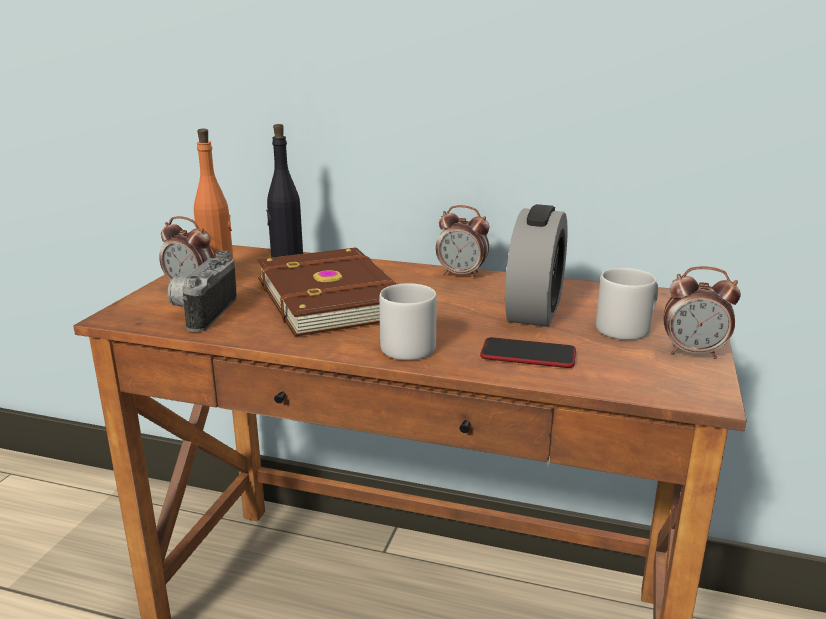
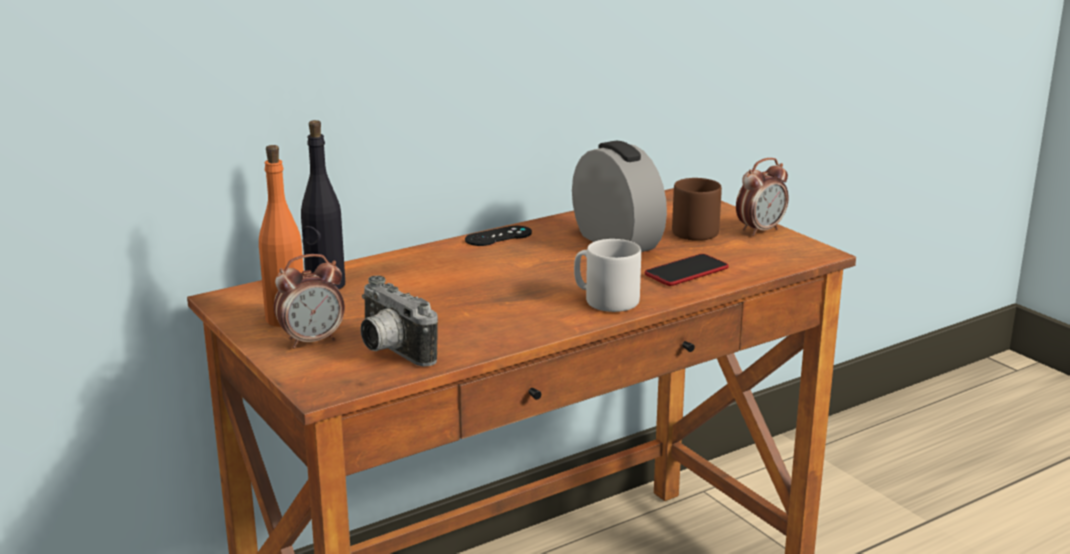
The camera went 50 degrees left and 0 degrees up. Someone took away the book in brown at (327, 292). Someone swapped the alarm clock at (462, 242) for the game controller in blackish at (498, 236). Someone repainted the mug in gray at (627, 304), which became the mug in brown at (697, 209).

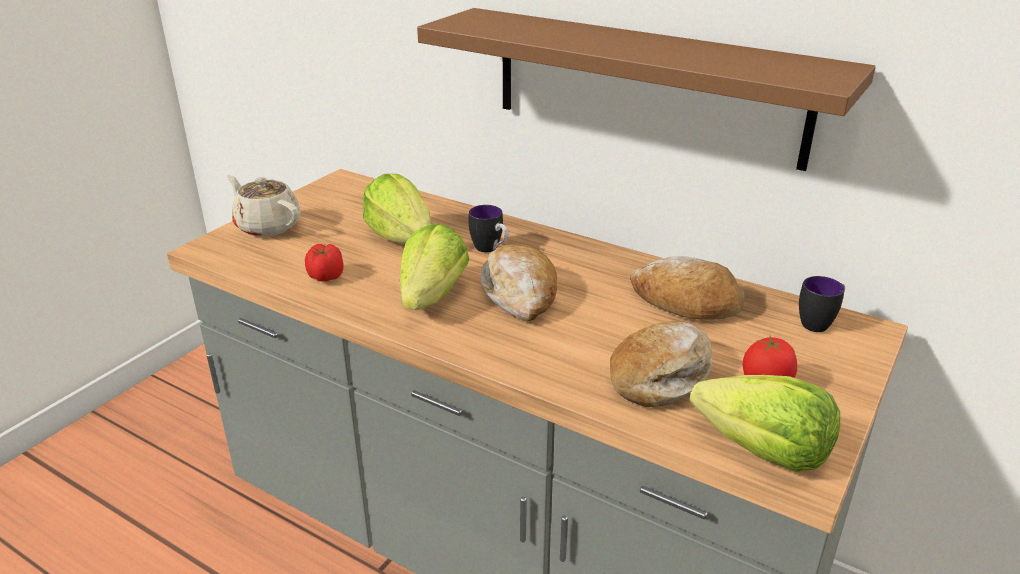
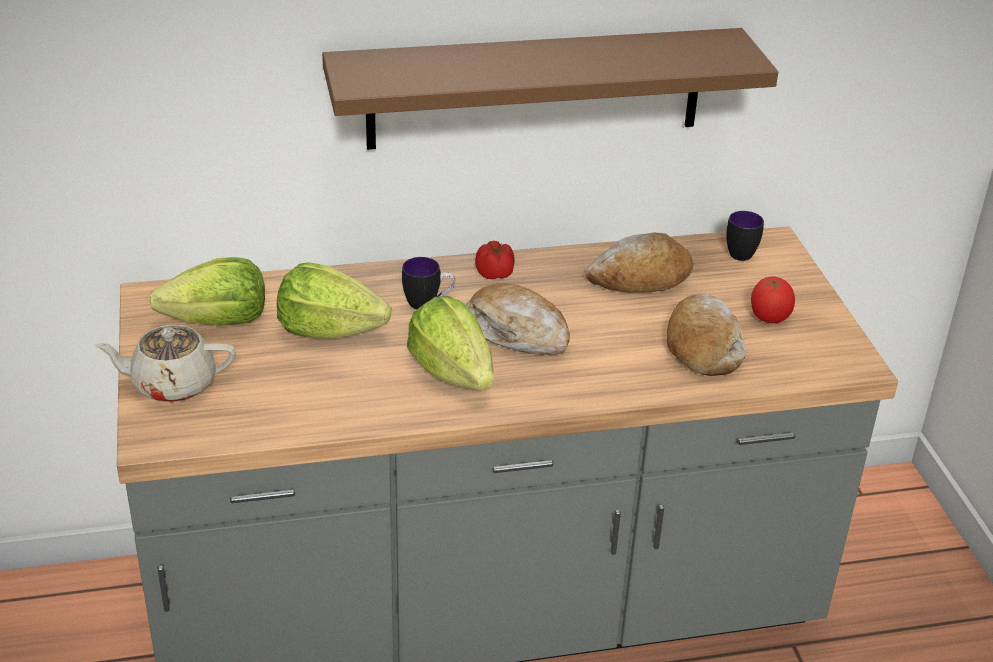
The camera went 45 degrees left and 5 degrees up. Someone carried the tomato from (324, 263) to (495, 260). Someone carried the lettuce from (764, 423) to (207, 291).

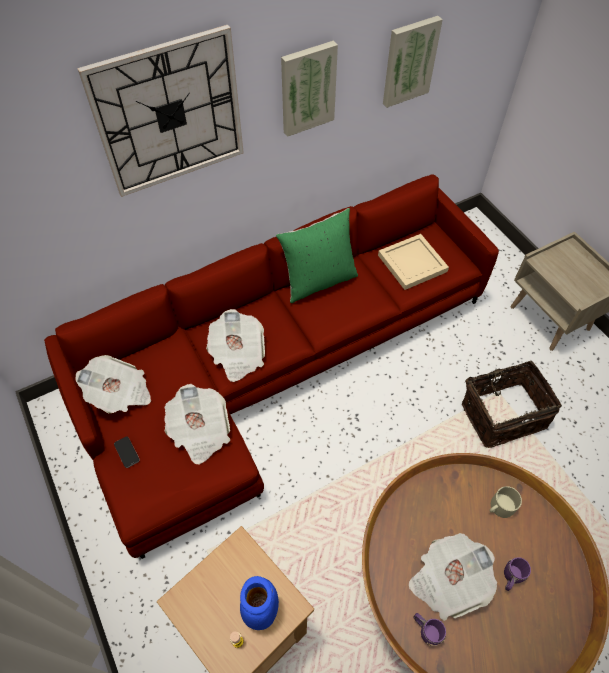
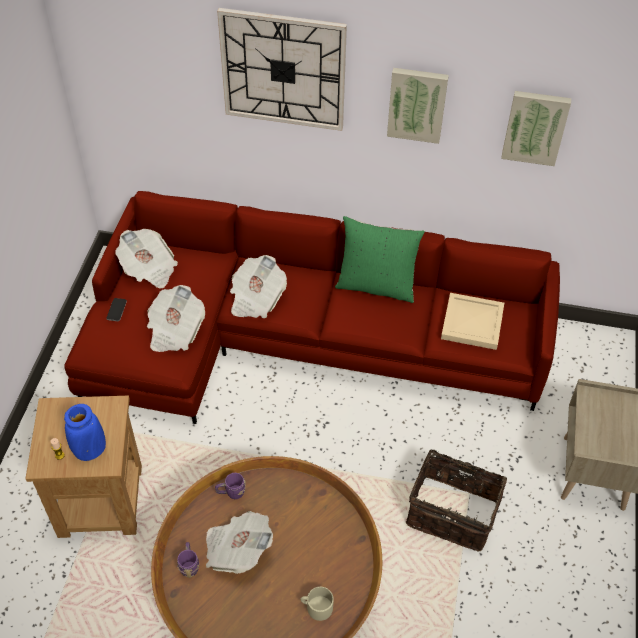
The camera went 40 degrees right and 5 degrees down. Someone carried the mug in sand-coloured from (505, 502) to (317, 604). Someone carried the mug in purple-coloured from (517, 574) to (230, 486).

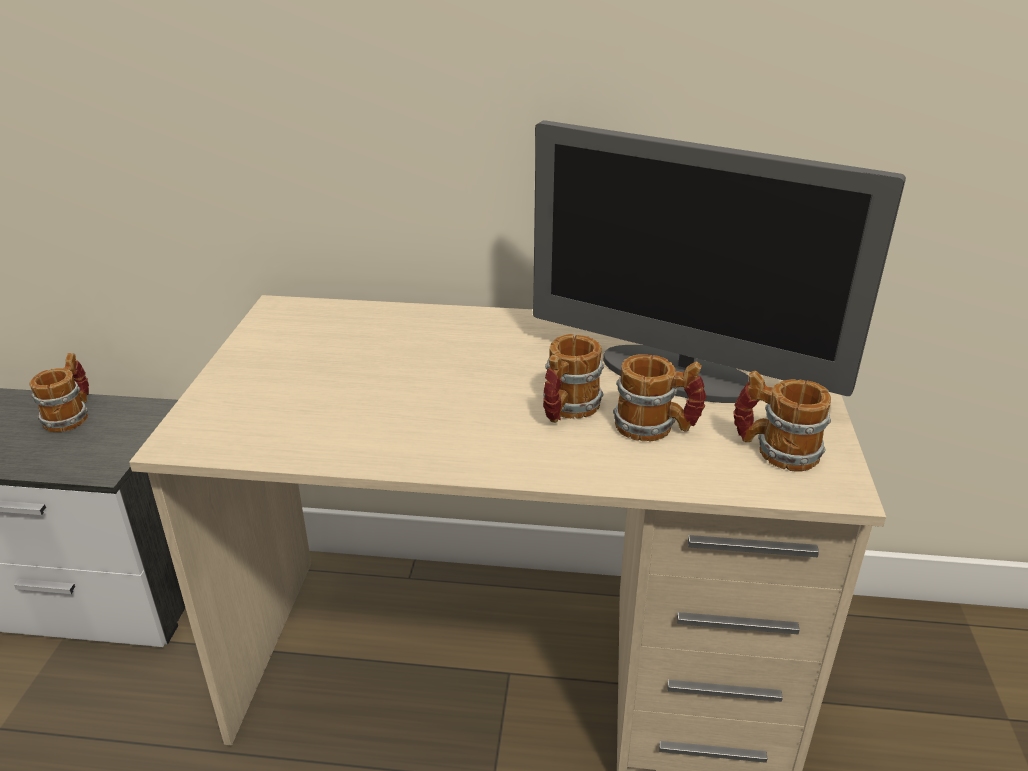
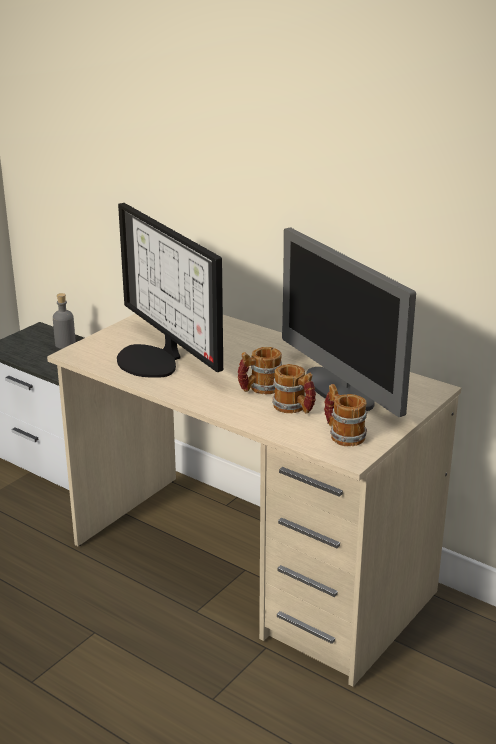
The camera went 30 degrees right and 5 degrees down. Someone swapped the mug at (59, 392) for the bottle in gray at (64, 321). Someone put down the computer display at (170, 290).

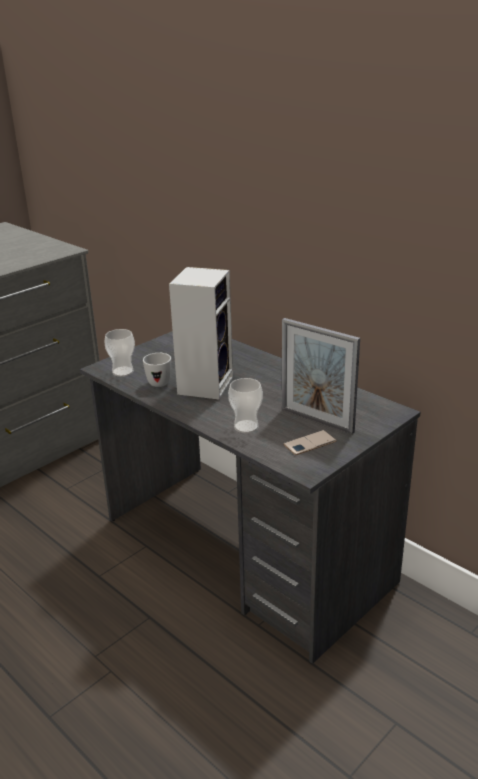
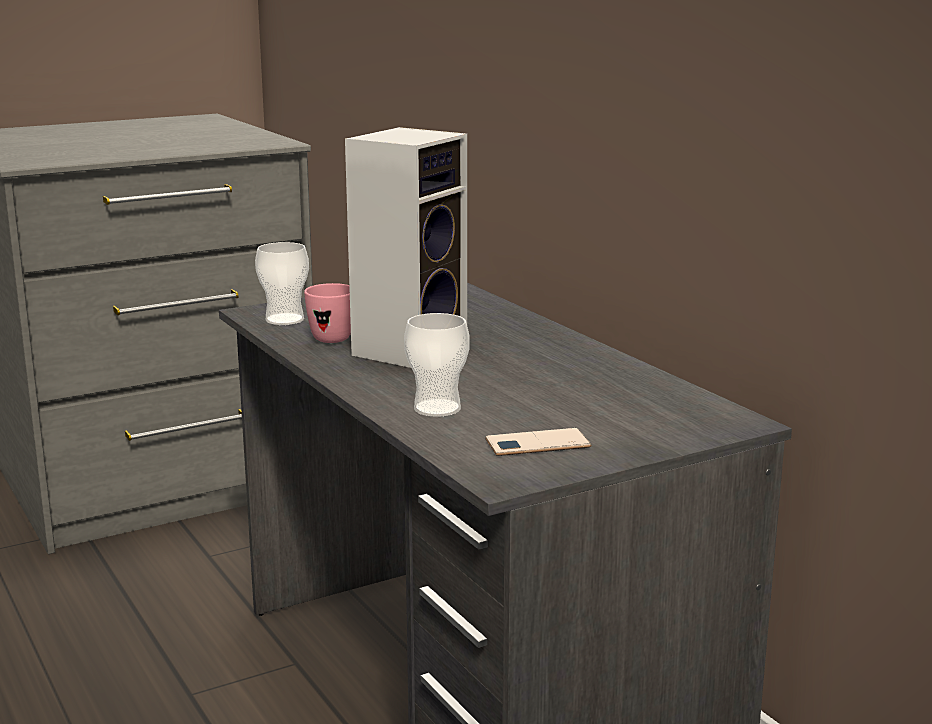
The camera went 15 degrees right and 10 degrees down. Someone repainted the mug in white at (157, 370), which became the mug in pink-coloured at (327, 313). Someone took away the picture frame at (321, 376).

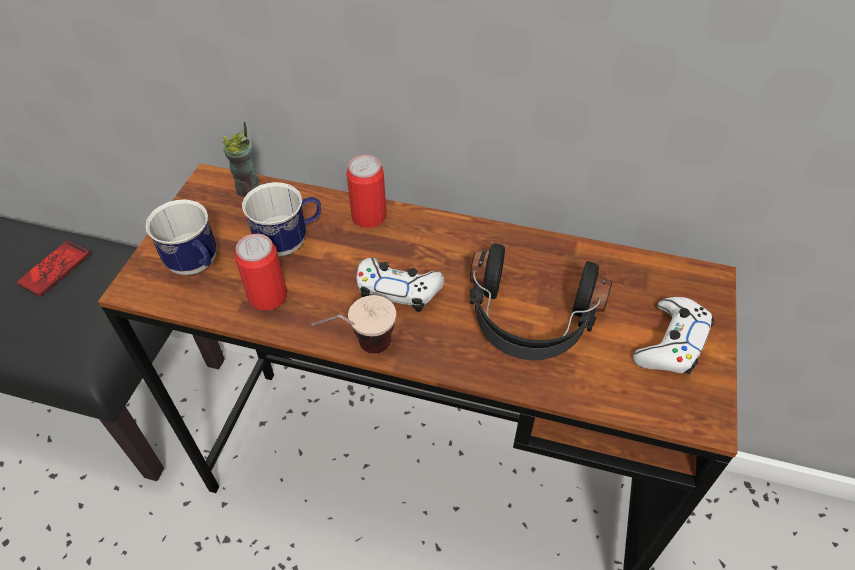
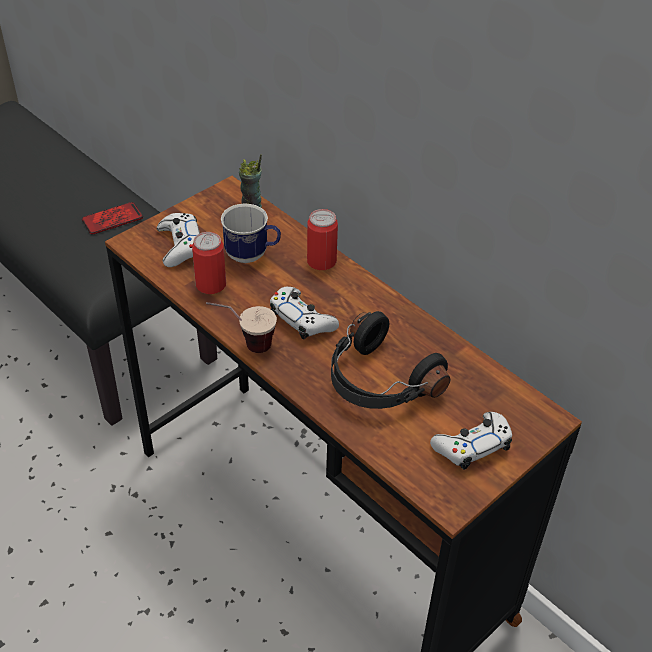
The camera went 30 degrees right and 5 degrees down. Someone swapped the mug at (181, 237) for the game controller in white at (178, 240).

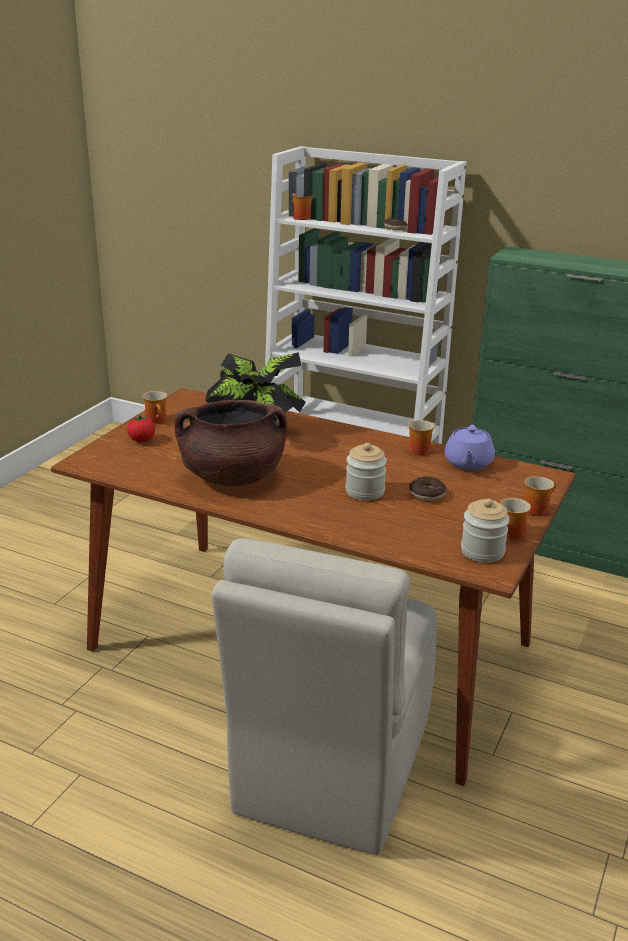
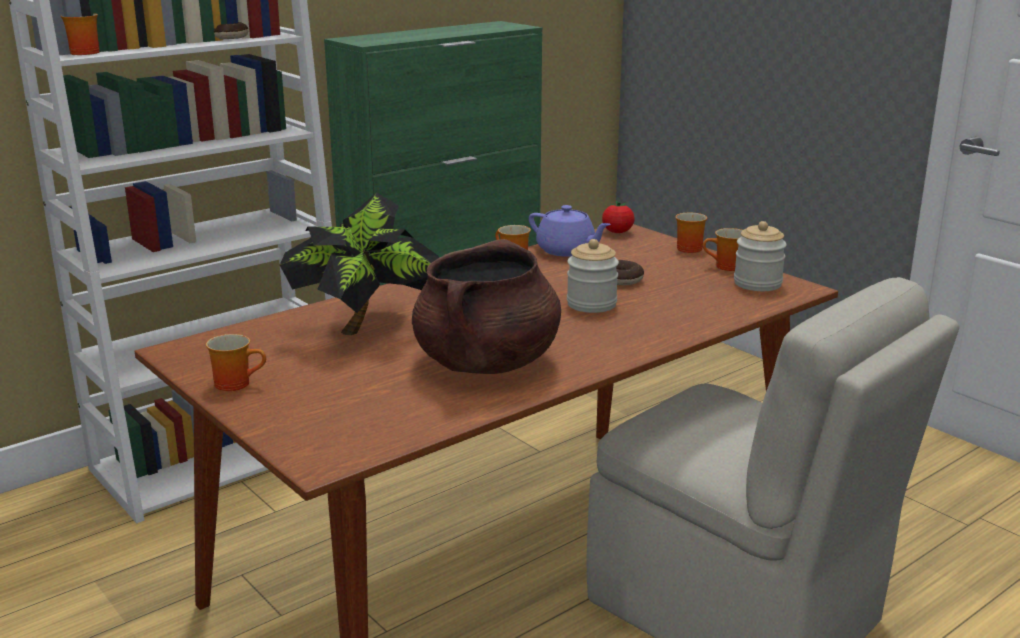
The camera went 65 degrees left and 5 degrees down. Someone carried the tomato from (141, 428) to (618, 217).

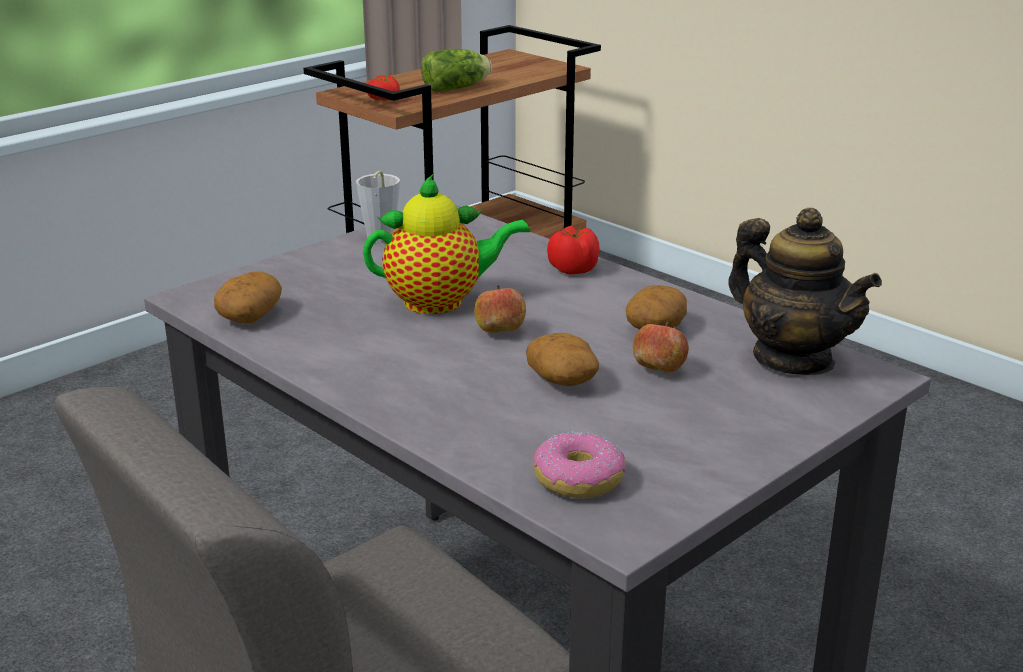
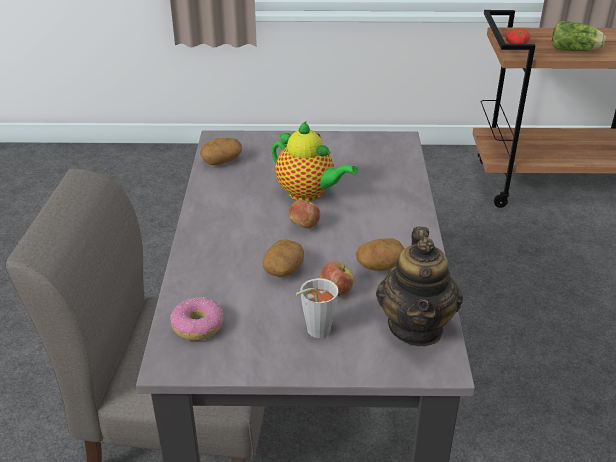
The camera went 45 degrees right and 10 degrees up. Someone carried the small cup in gray from (378, 206) to (317, 308). Someone took away the tomato at (573, 250).

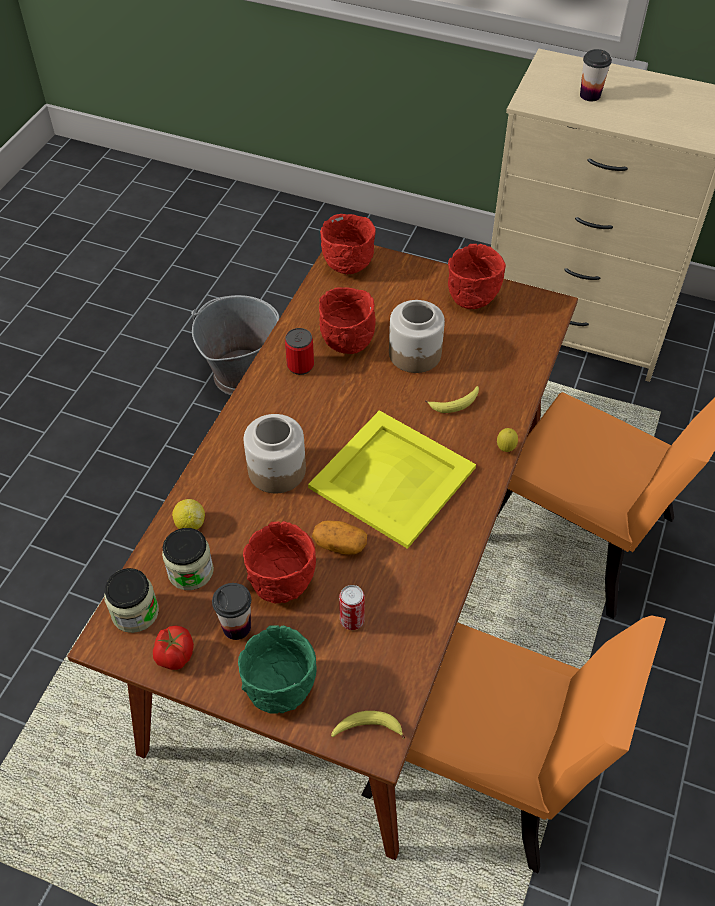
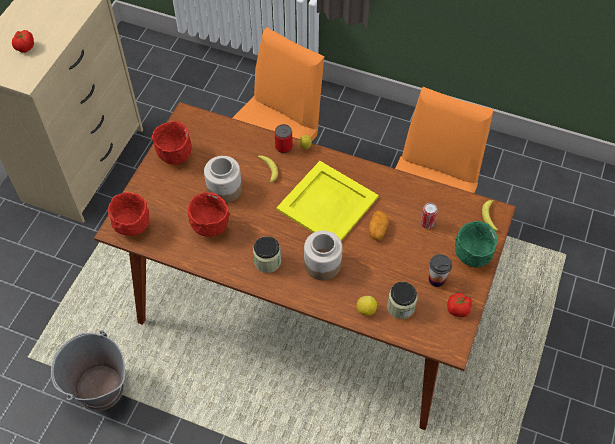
The camera went 90 degrees left and 5 degrees up. Someone carried the jar from (131, 600) to (267, 254). Someone took away the deep dish in red-coloured at (279, 562). Someone carried the can from (299, 351) to (284, 138). Someone swapped the small cup at (596, 75) for the tomato at (23, 41).

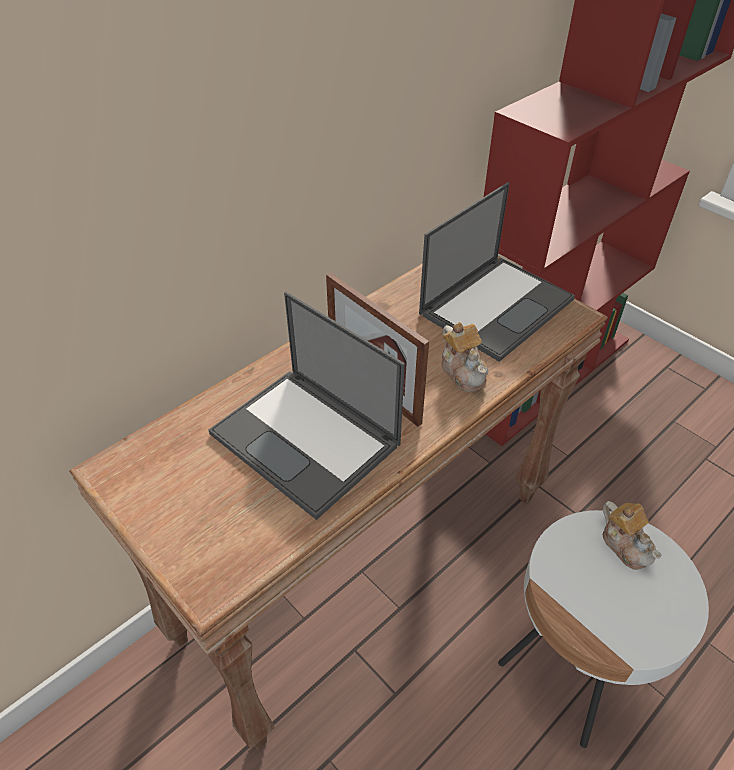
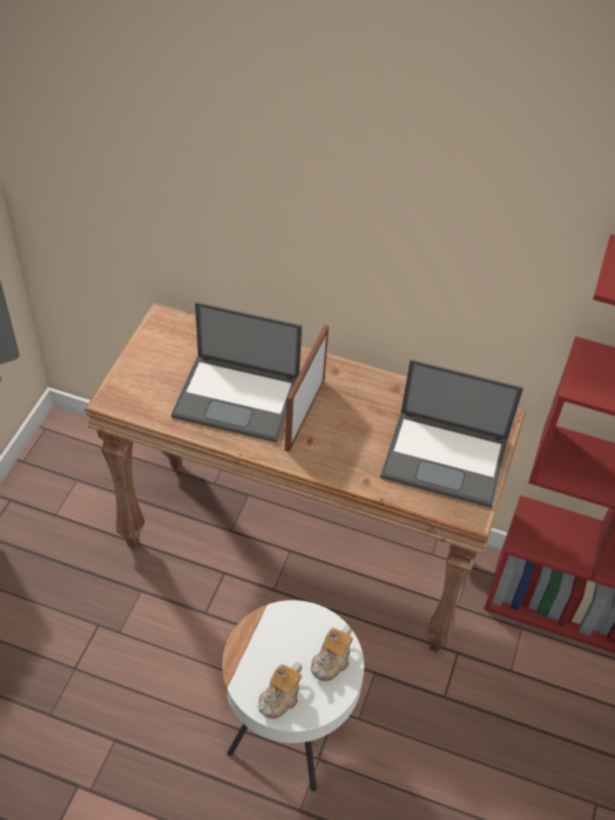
The camera went 60 degrees right and 5 degrees up. Someone rotated the notebook computer at (307, 406) by 90 degrees counterclockwise. Someone carried the tea pot from (465, 357) to (279, 690).

